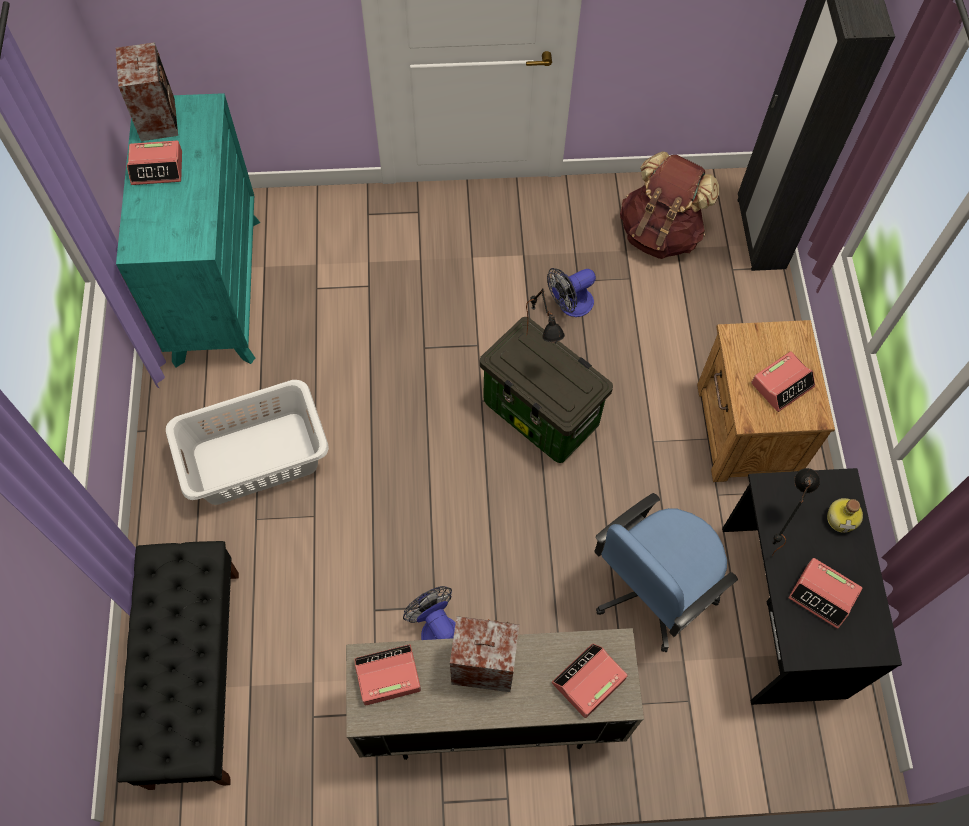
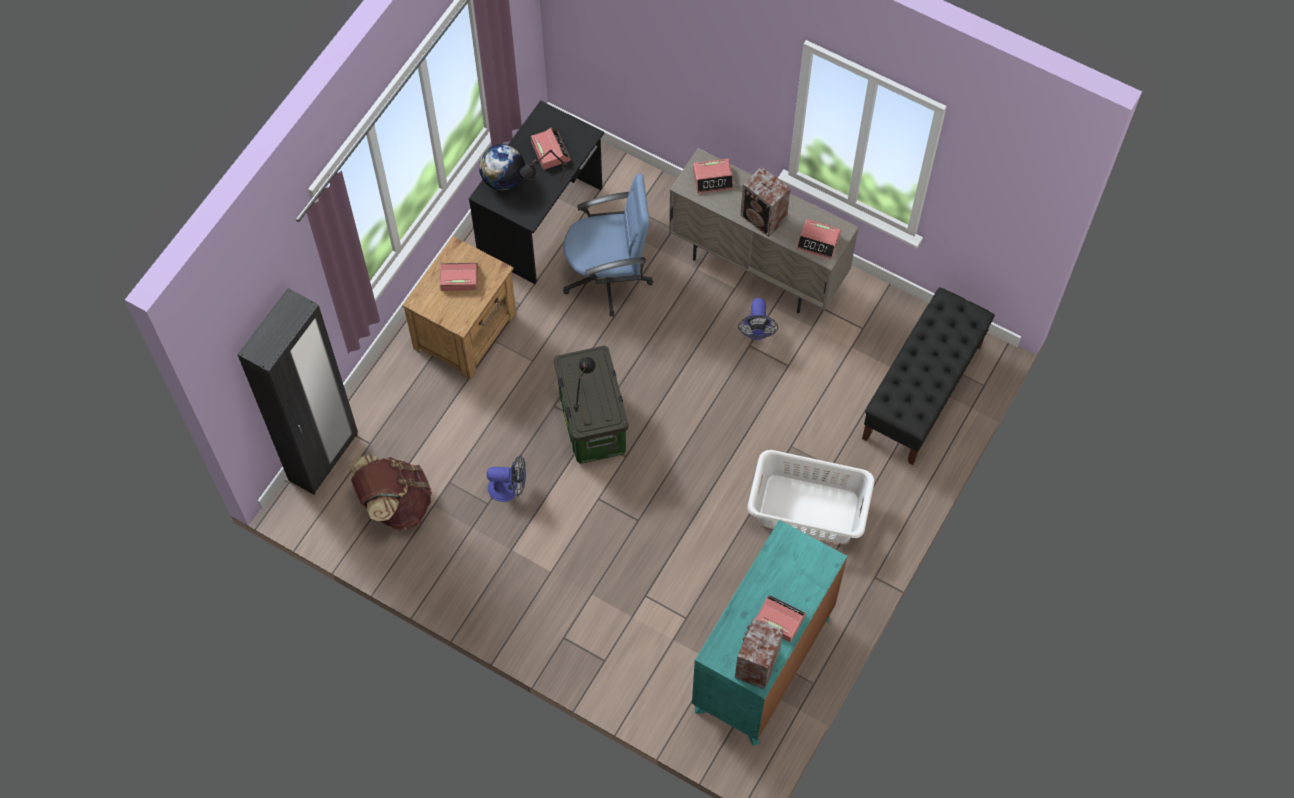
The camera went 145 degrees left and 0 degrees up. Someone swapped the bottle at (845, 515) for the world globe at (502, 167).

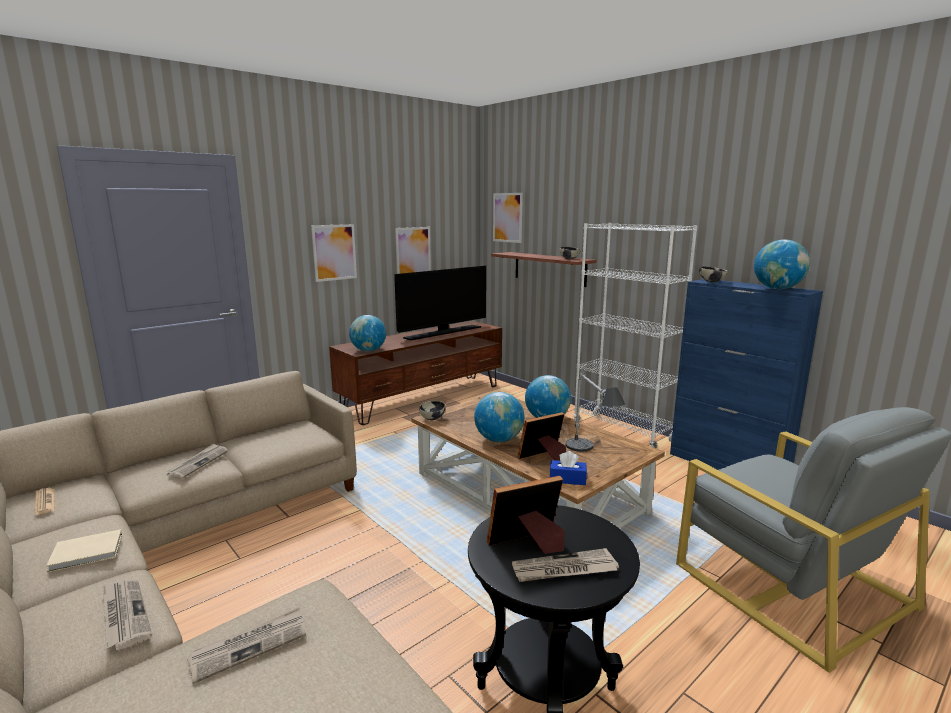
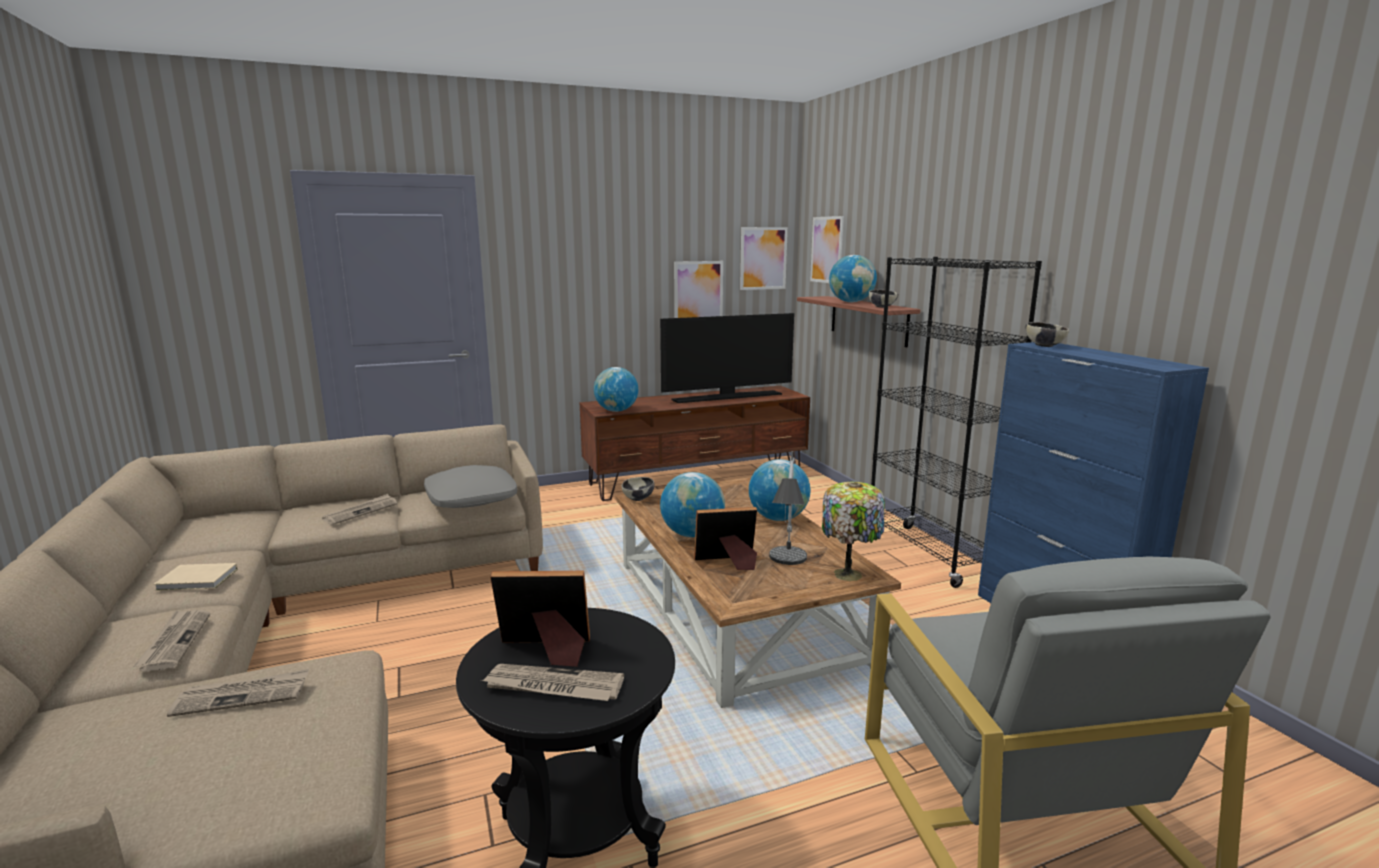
The camera went 20 degrees right and 0 degrees up. Someone took away the daily paper at (44, 501). Someone carried the picture from (334, 253) to (764, 258). Someone took away the box of tissues in blue at (568, 468). Someone repainted the shelving unit in white at (635, 336), which became the shelving unit in blackish at (956, 422). Someone carried the world globe from (782, 264) to (853, 278). Someone put down the cushion in gray at (470, 486). Someone put down the table lamp at (853, 531).

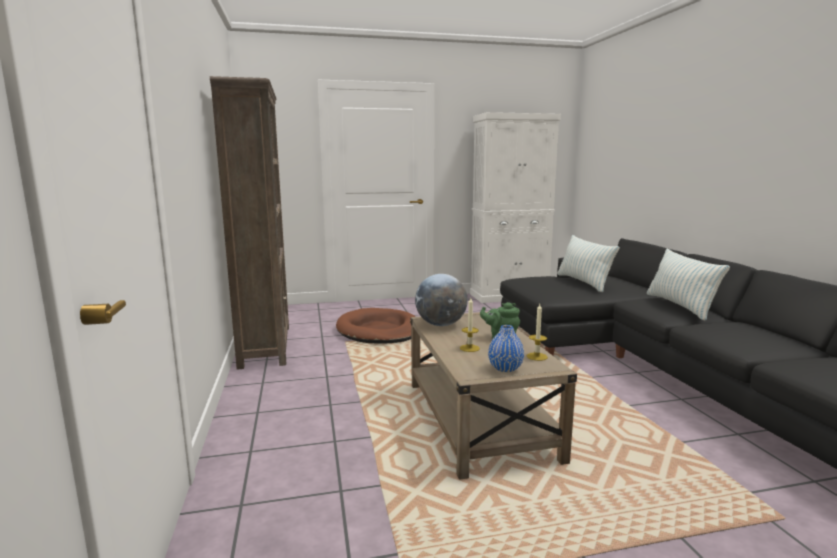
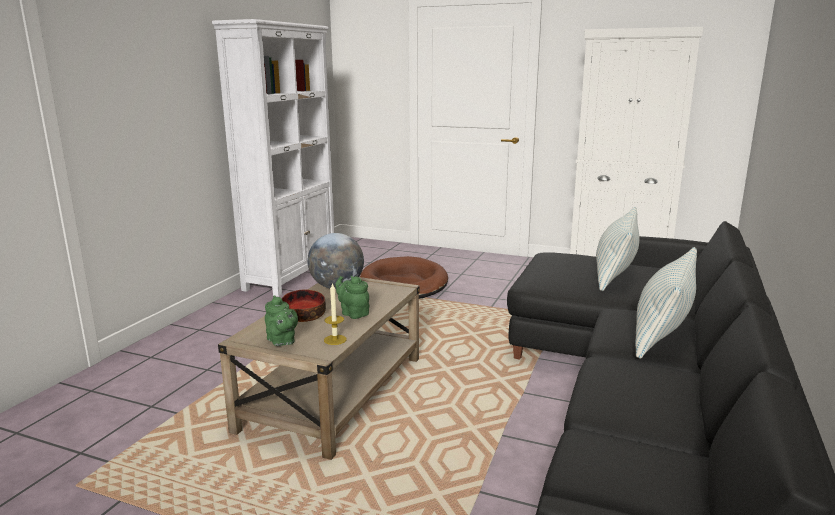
The camera went 35 degrees right and 5 degrees up. Someone repainted the shelving unit in brown at (249, 223), which became the shelving unit in white at (273, 158). Someone swapped the wax candle at (470, 325) for the deep dish at (304, 305). Someone swapped the vase in blue at (506, 348) for the tea pot in green at (281, 320).

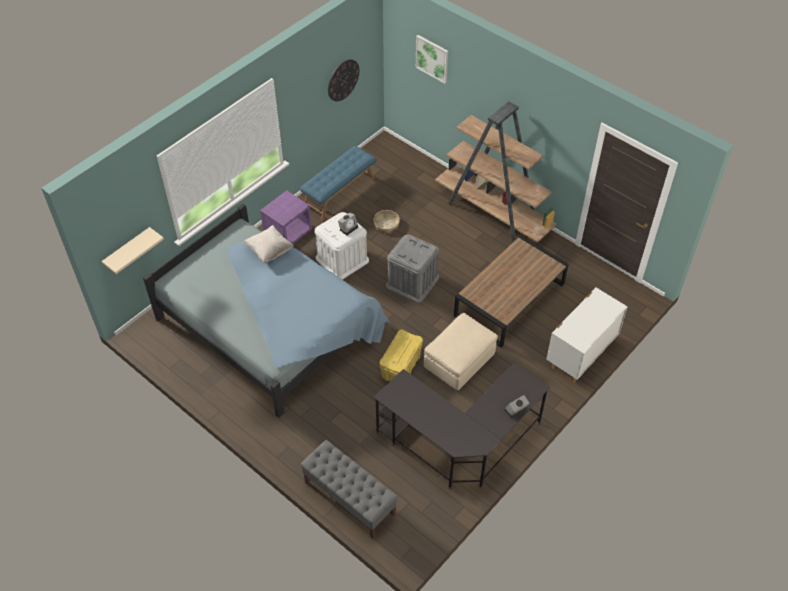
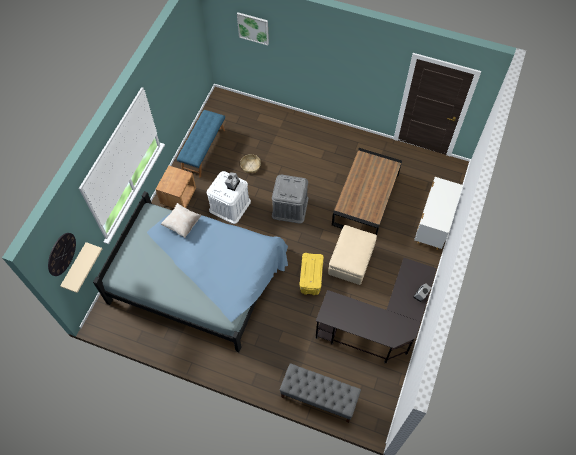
The camera went 20 degrees left and 10 degrees up. Someone repainted the night table in purple-coloured at (286, 217), which became the night table in brown at (176, 187). Someone carried the clock on the wall from (343, 80) to (62, 254). Someone took away the shelving unit in brown at (496, 172).

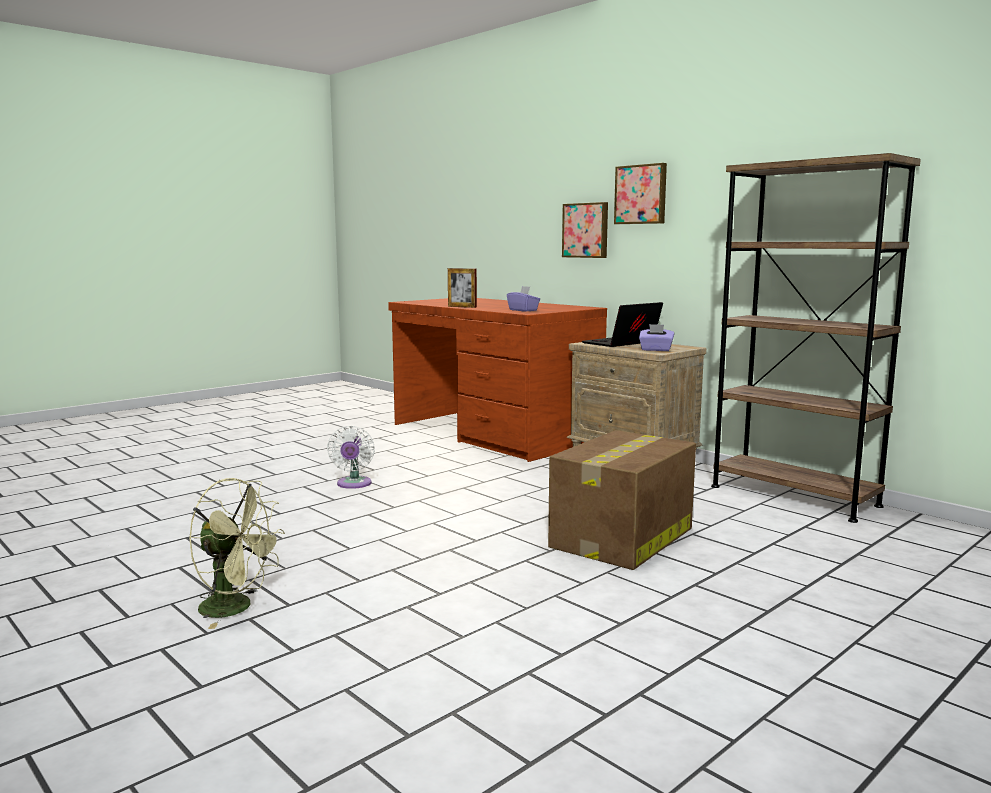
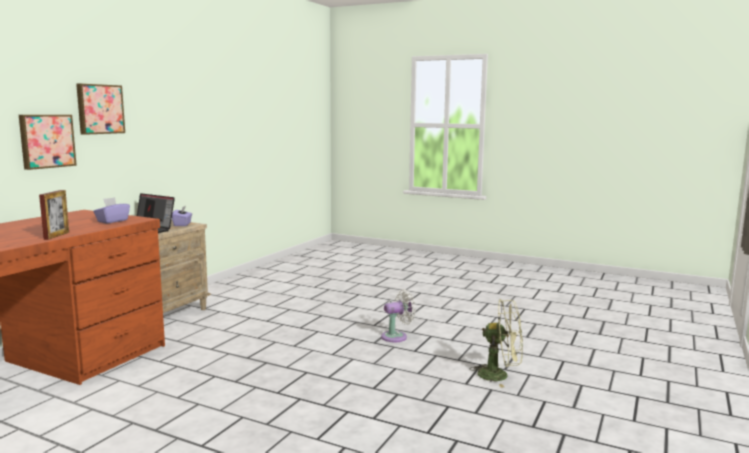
The camera went 110 degrees left and 0 degrees up. Someone rotated the cooling fan in green at (237, 553) by 105 degrees clockwise. Someone carried the cooling fan in white from (351, 457) to (398, 315). Someone took away the cardboard box at (622, 500). Someone took away the shelving unit in brown at (816, 338).

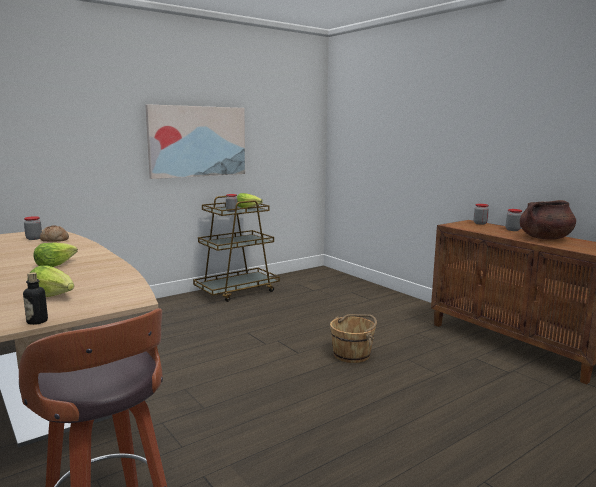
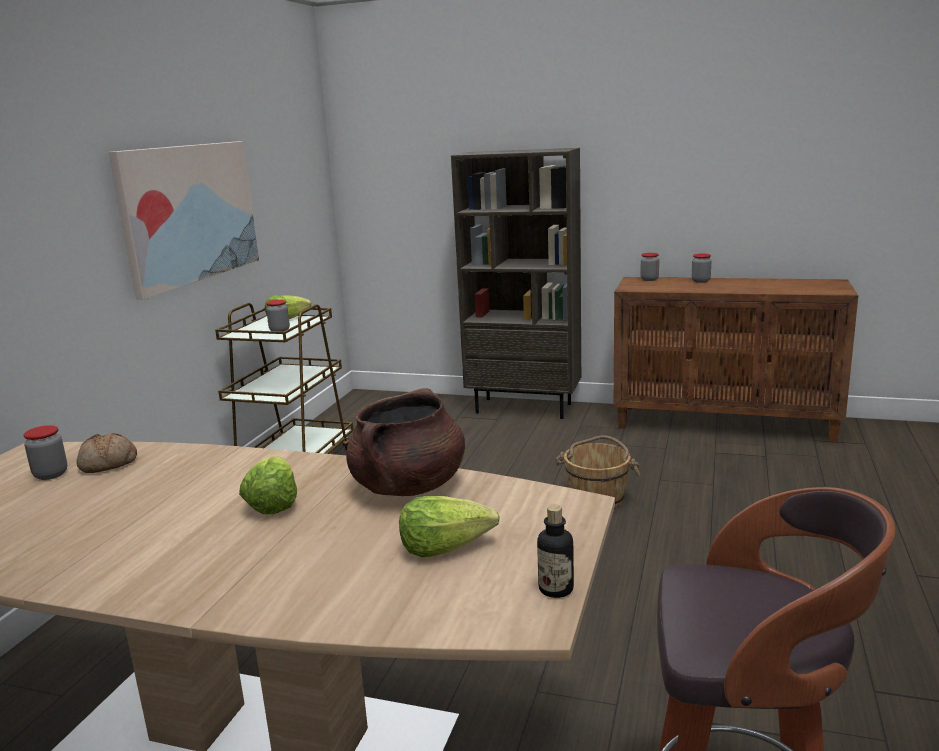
The camera went 35 degrees left and 5 degrees up. Someone carried the stockpot in brown from (548, 220) to (405, 442). Someone put down the shelving unit in brown at (516, 283).

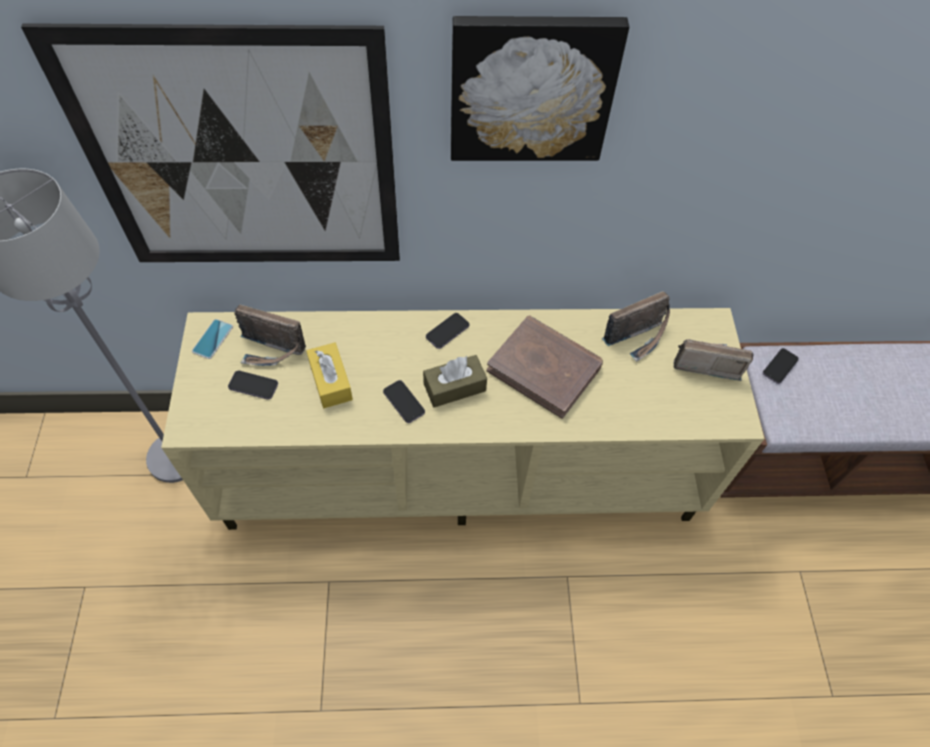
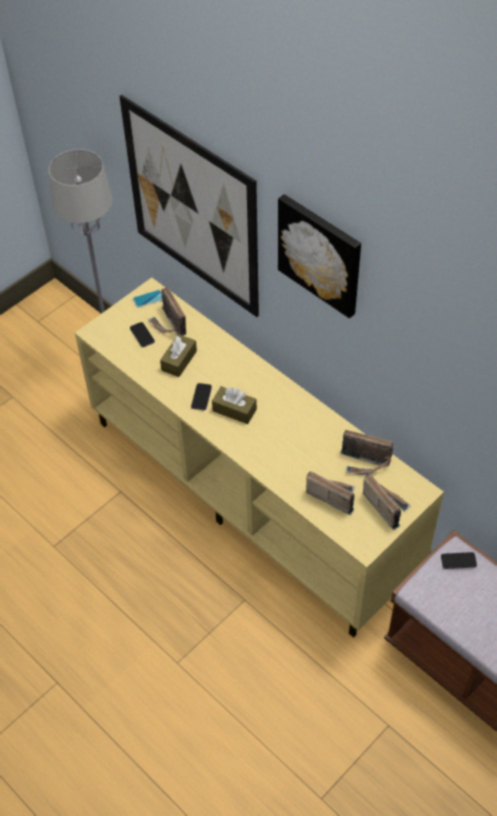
The camera went 50 degrees right and 5 degrees down. Someone repainted the box of tissues in yellow at (329, 375), which became the box of tissues in brown at (178, 355). Someone took away the phone at (447, 331). Someone took away the book in brown at (545, 367). Someone put down the radio at (330, 493).

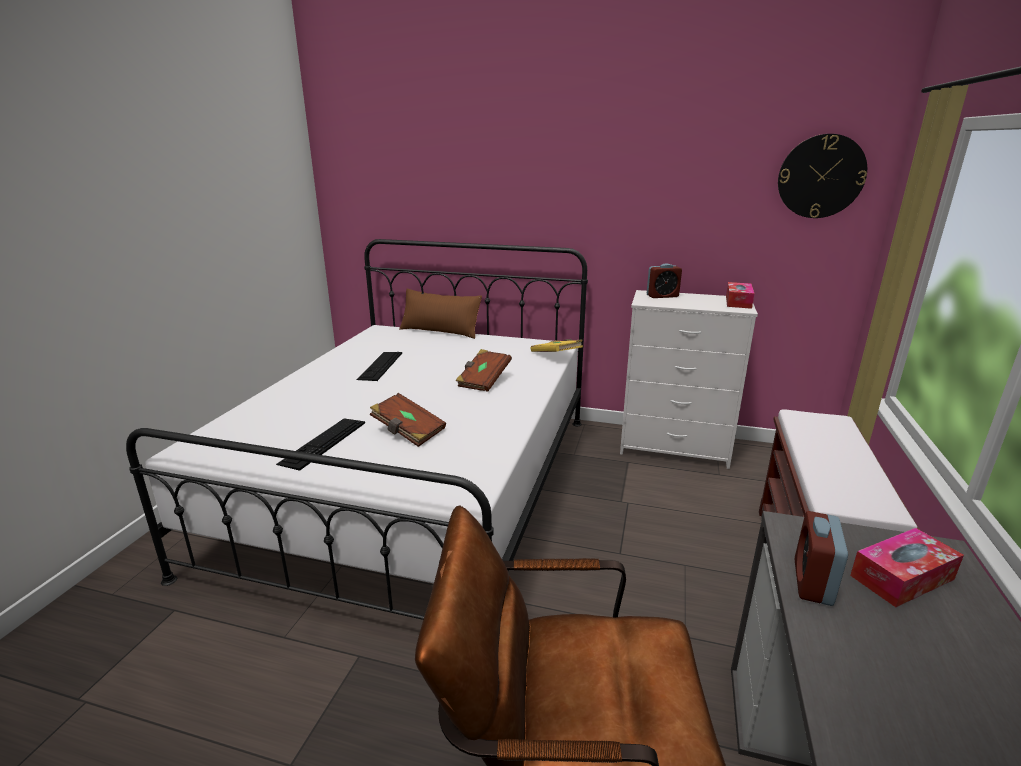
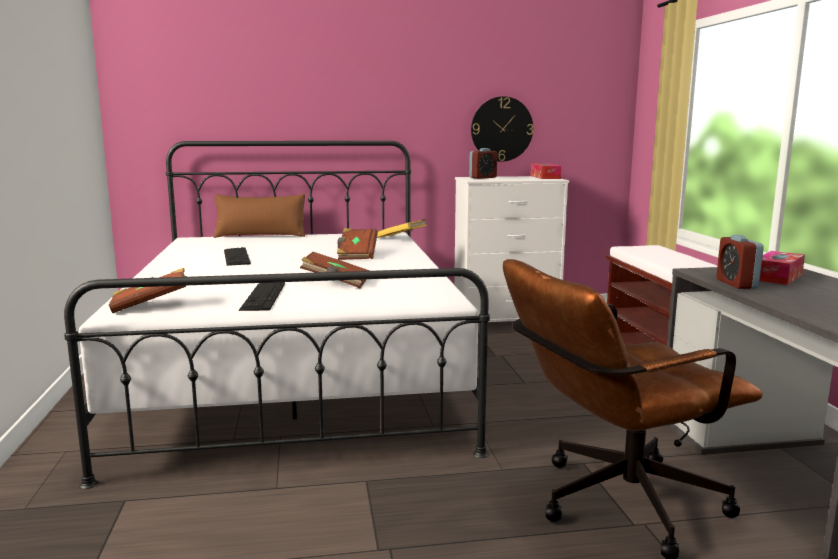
The camera went 25 degrees left and 10 degrees down. Someone carried the clock on the wall from (822, 176) to (502, 129). Someone put down the book in brown at (148, 290).

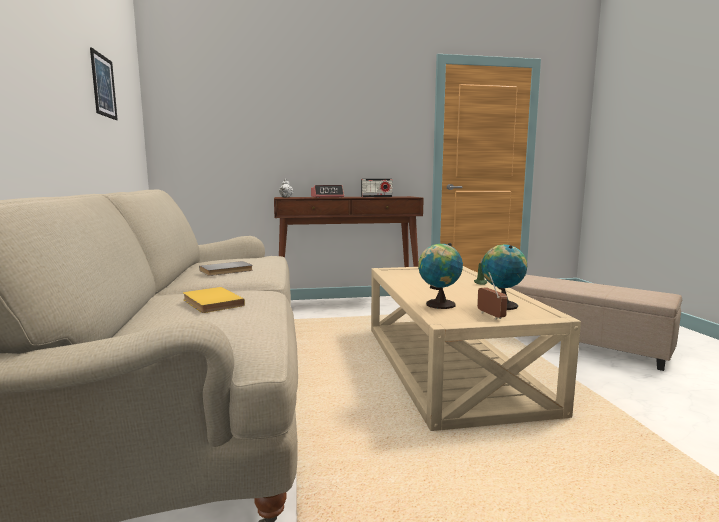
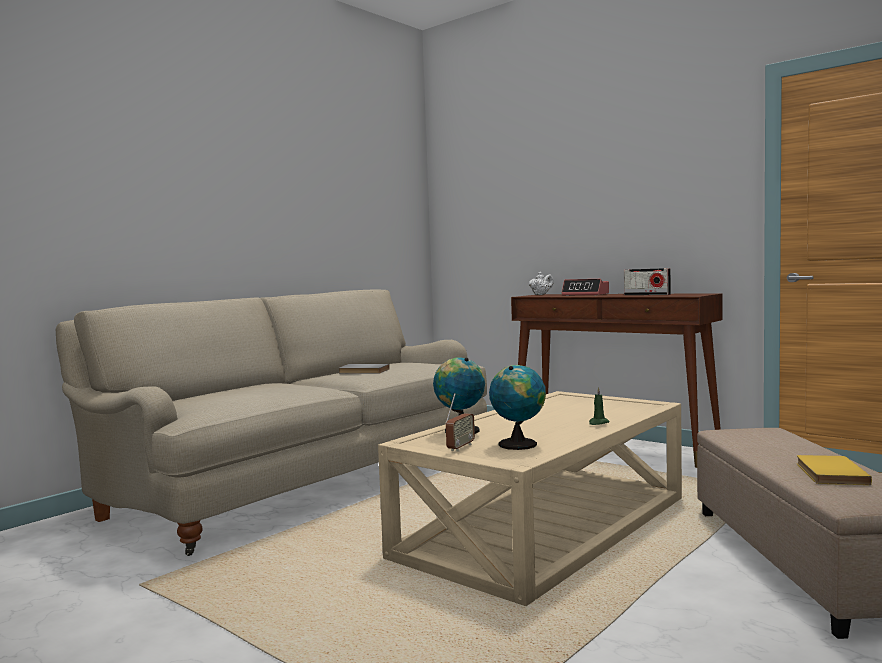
The camera went 50 degrees right and 5 degrees down. Someone took away the picture at (104, 83). Someone carried the book in yellow from (214, 300) to (834, 470).

